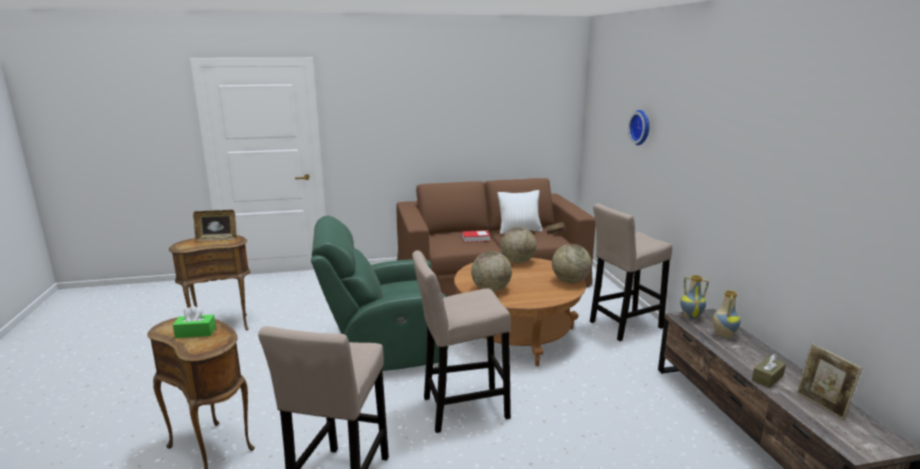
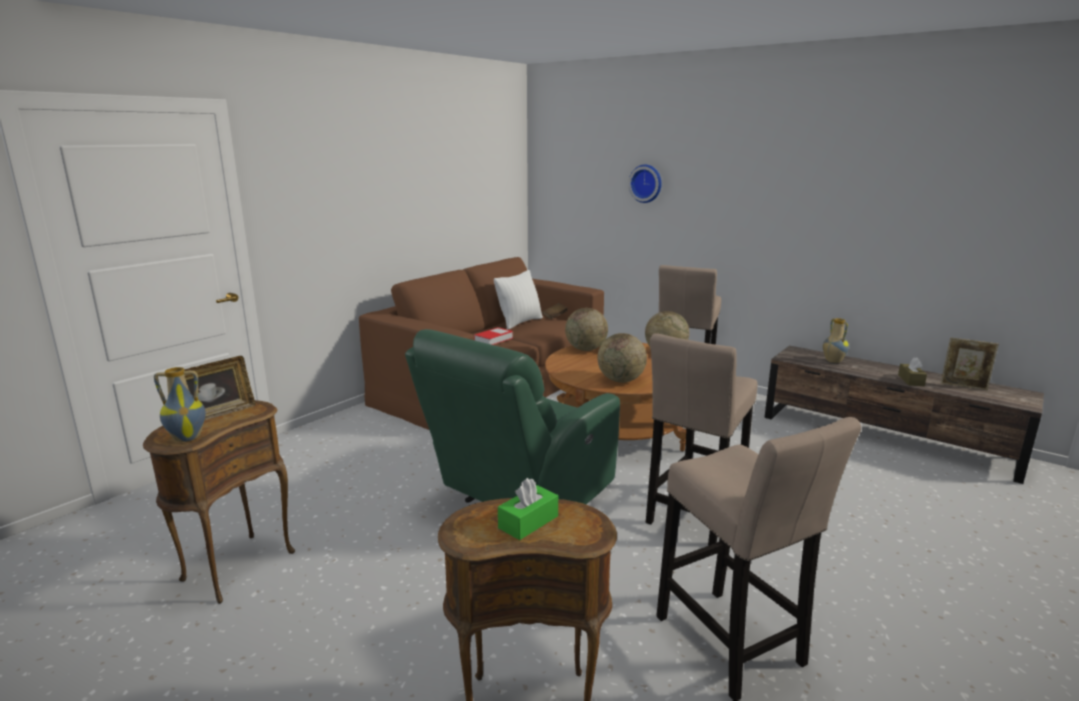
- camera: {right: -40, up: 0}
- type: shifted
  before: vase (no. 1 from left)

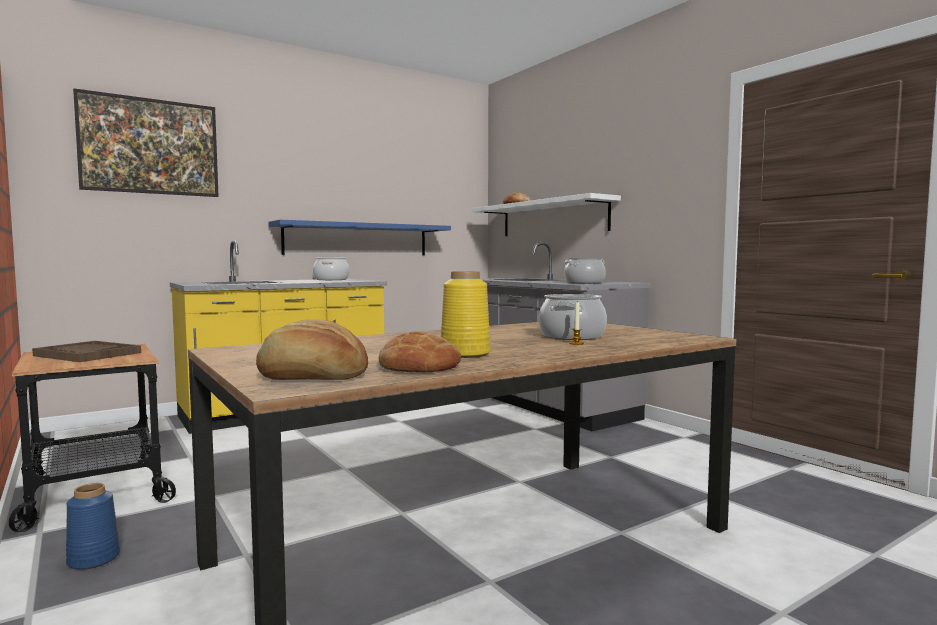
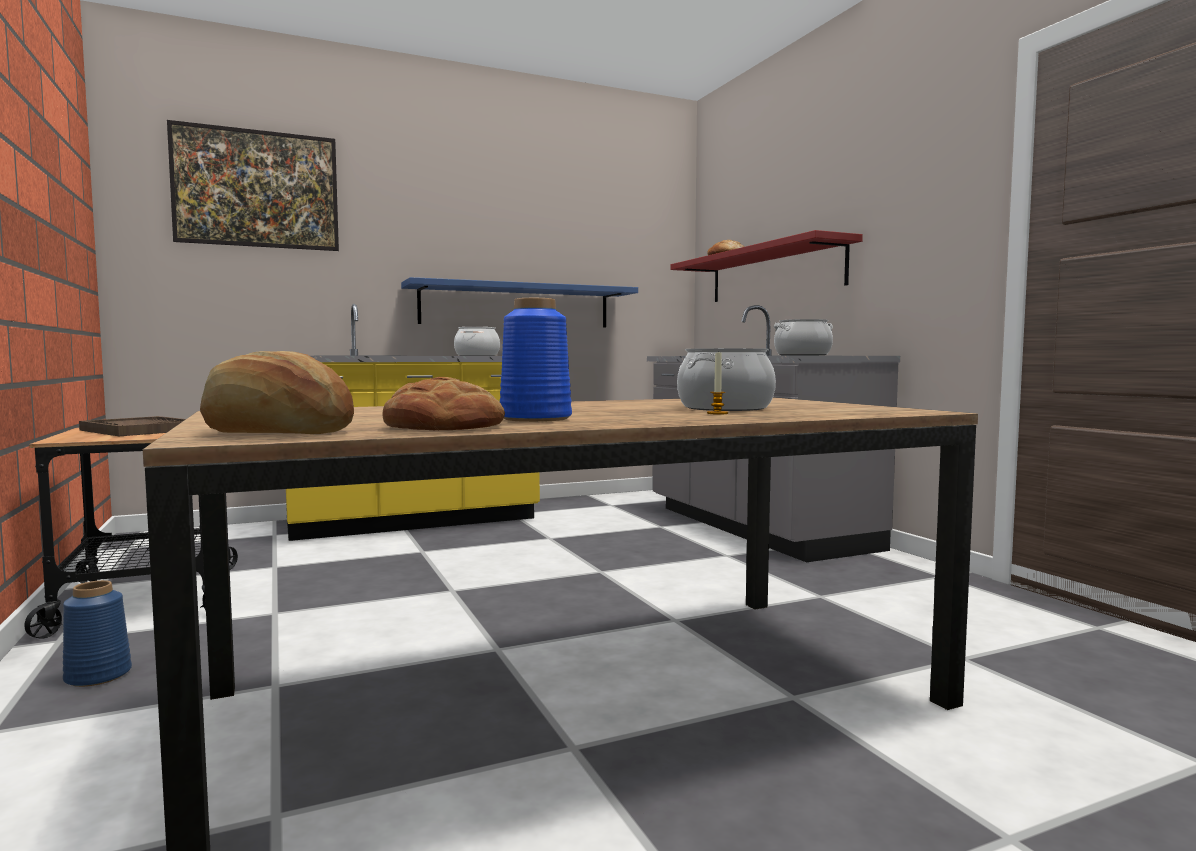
- camera: {right: 10, up: 0}
- type: repainted
  before: yellow vase
  after: blue vase (no. 2 from left)
- type: repainted
  before: white shelf
  after: red shelf

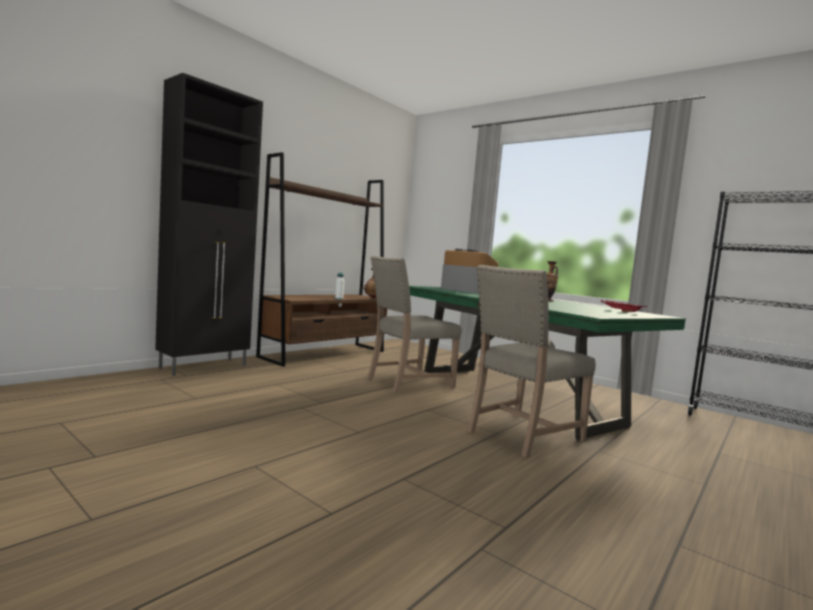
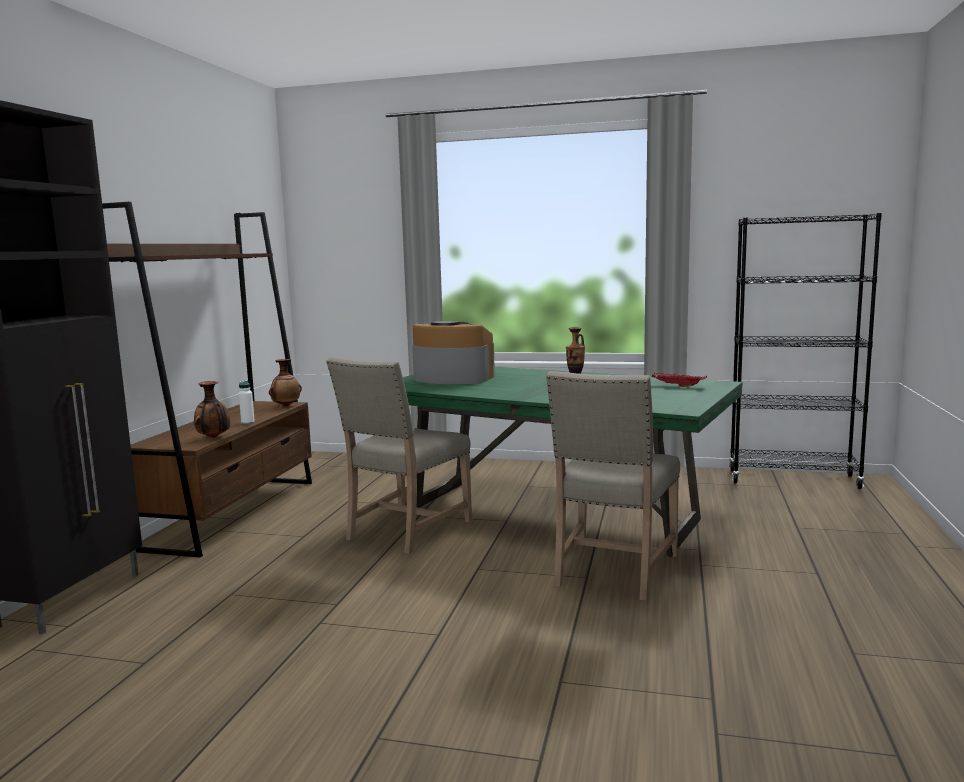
- camera: {right: -25, up: 5}
- type: new
  after: vase (no. 1 from left)

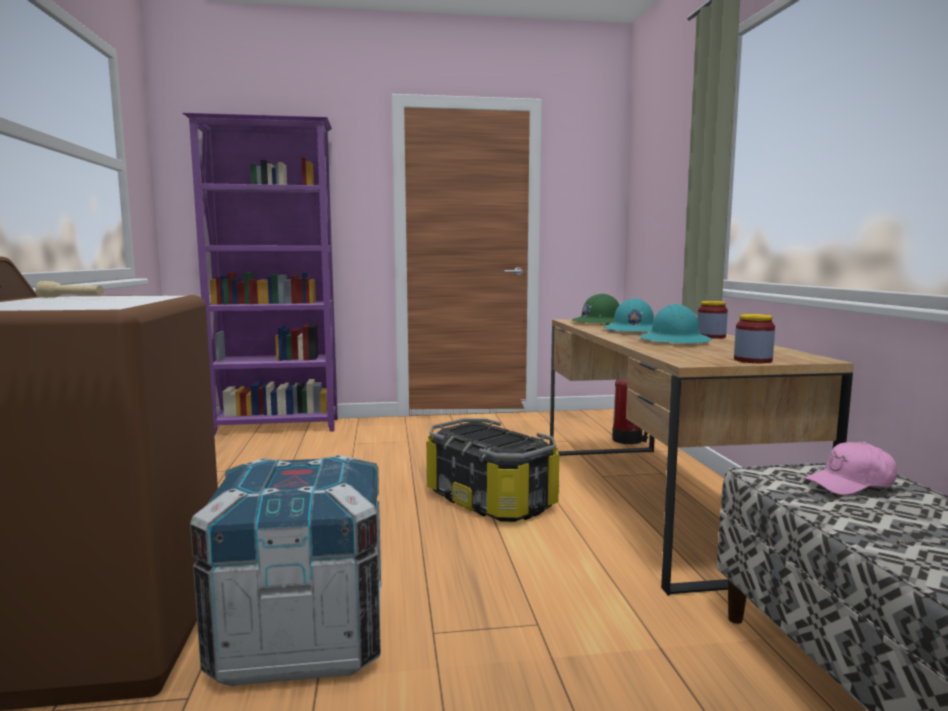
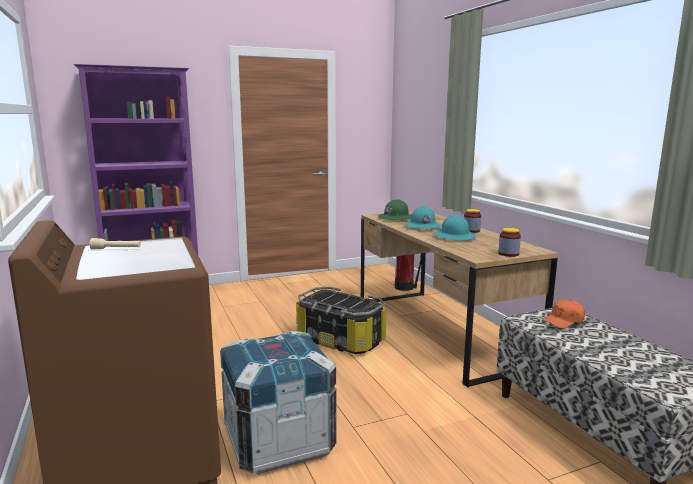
- camera: {right: -15, up: 5}
- type: repainted
  before: pink cap
  after: orange cap

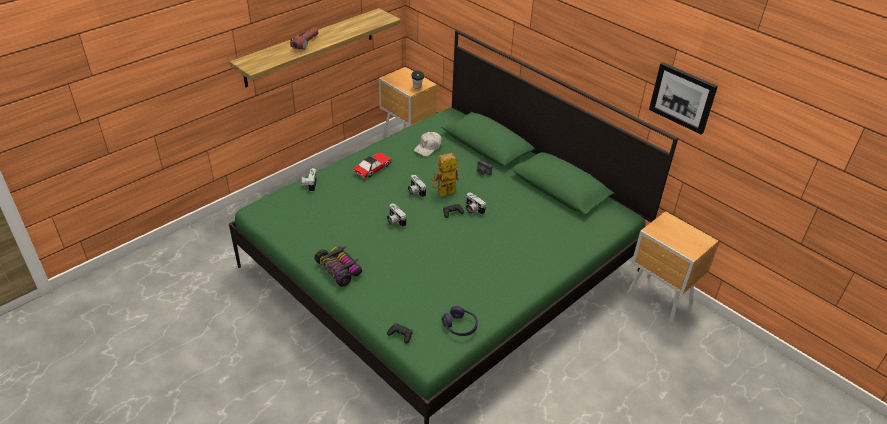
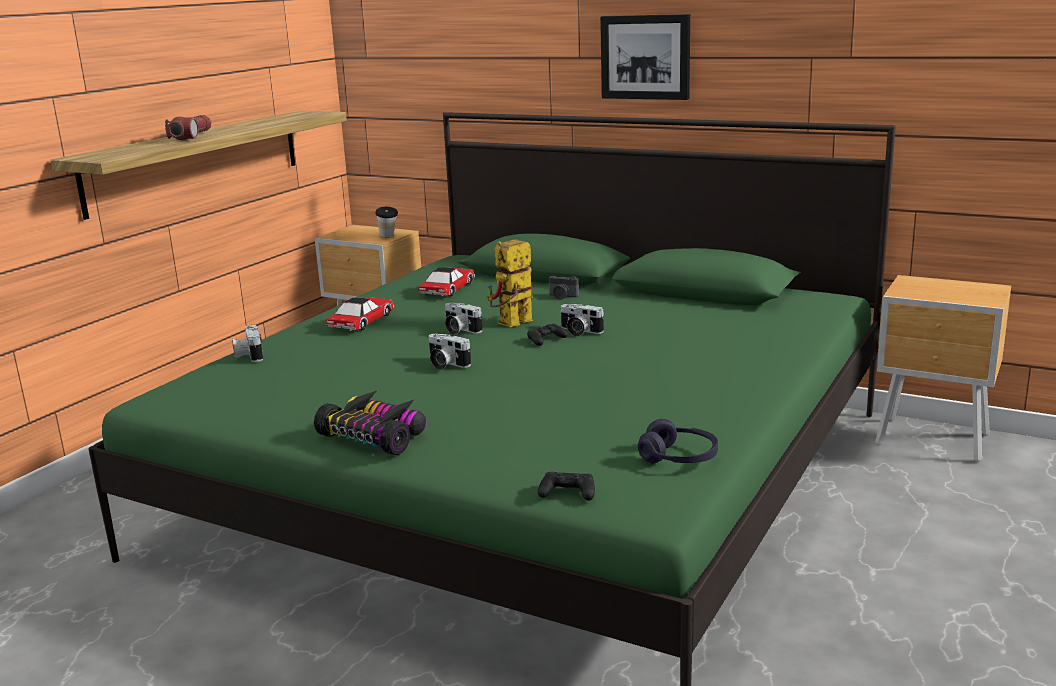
- camera: {right: -15, up: -20}
- type: shifted
  before: picture
- type: swapped
  before: white cap
  after: toy car (no. 3 from left)

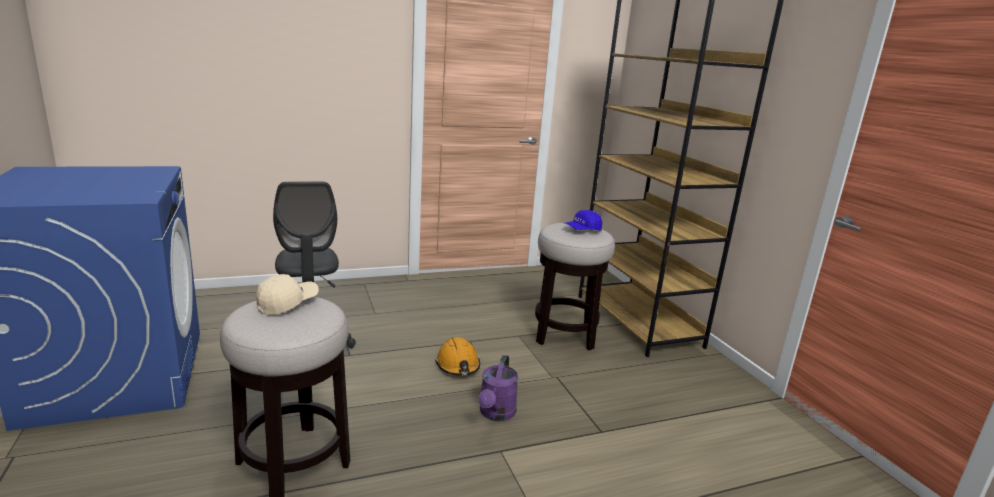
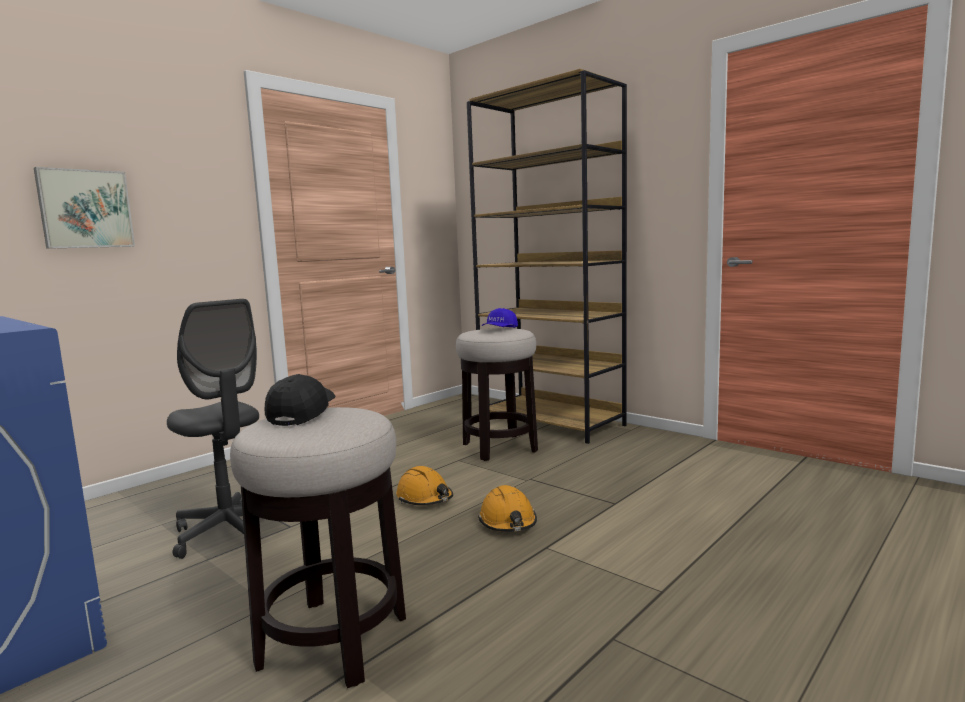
- camera: {right: -25, up: -10}
- type: new
  after: picture
- type: swapped
  before: purple watering can
  after: orange hard hat (no. 2 from left)
- type: repainted
  before: beige cap
  after: black cap

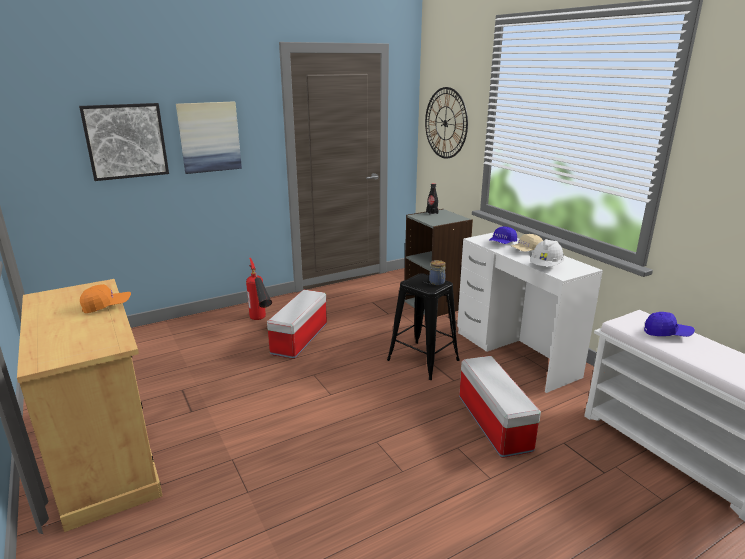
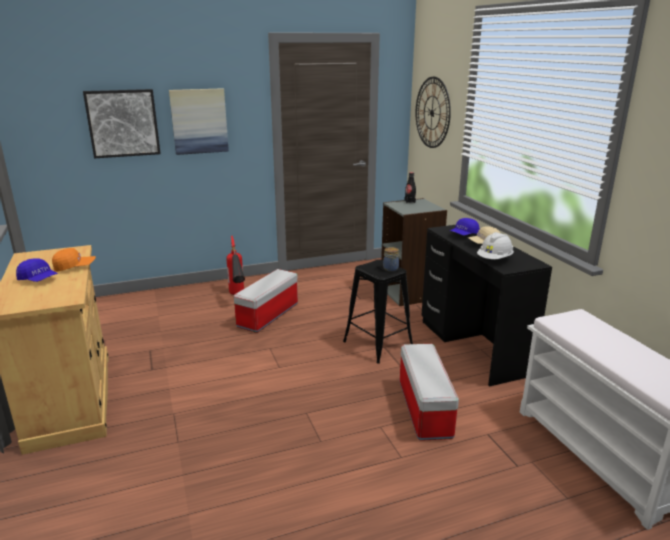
- camera: {right: 10, up: 0}
- type: shifted
  before: blue cap (no. 2 from left in the first image)
  after: blue cap (no. 1 from left)
- type: repainted
  before: white desk
  after: black desk

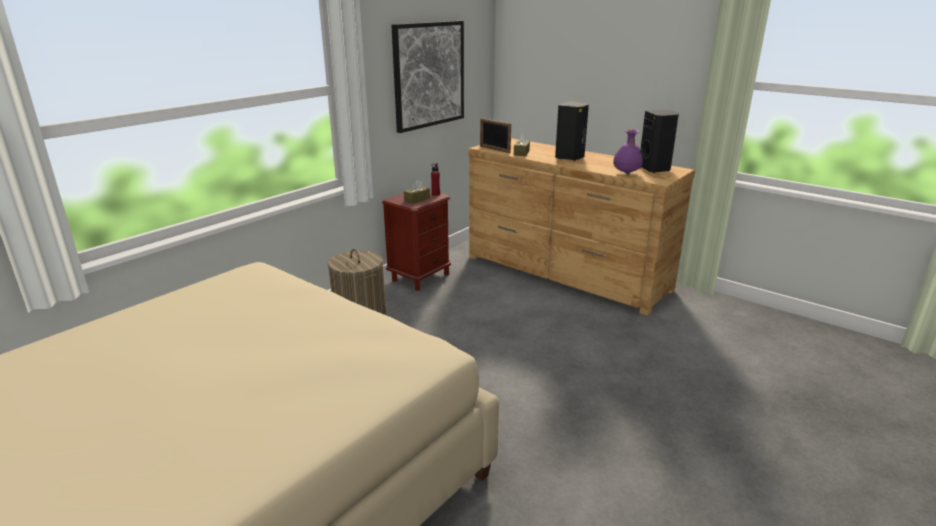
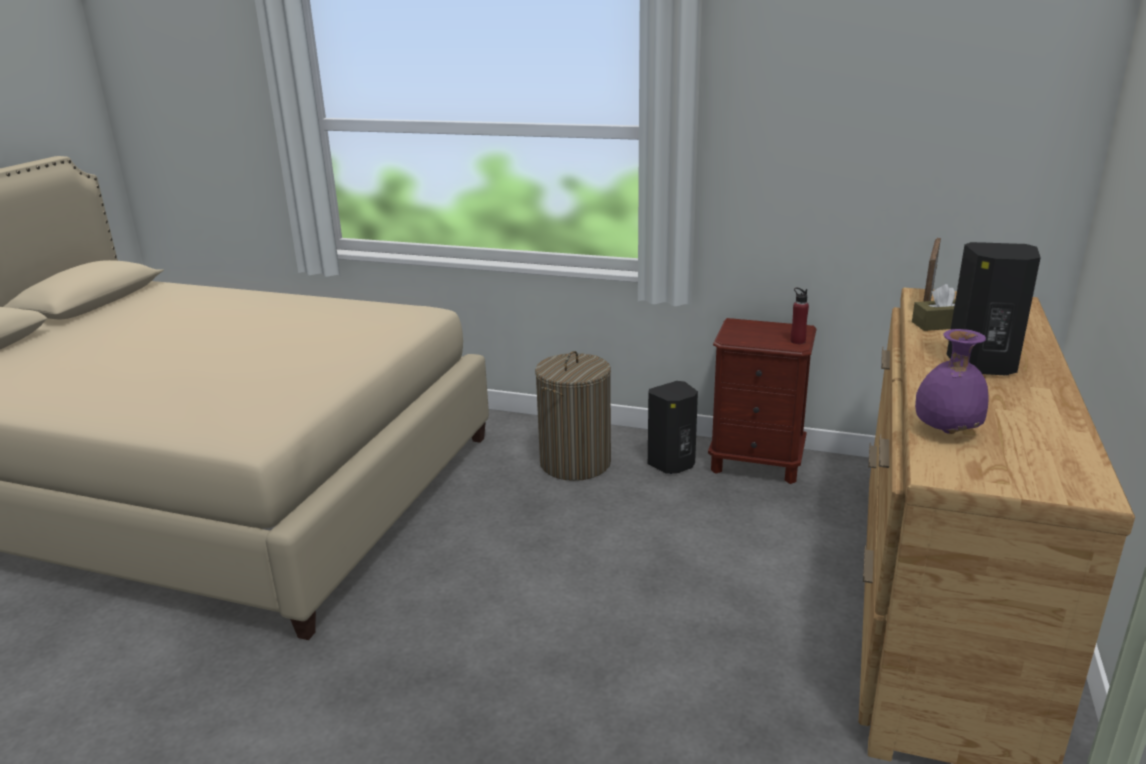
- camera: {right: 70, up: 0}
- type: gone
  before: picture
- type: gone
  before: brown tissue box (no. 1 from left)
- type: shifted
  before: black speaker (no. 2 from left in the first image)
  after: black speaker (no. 1 from left)

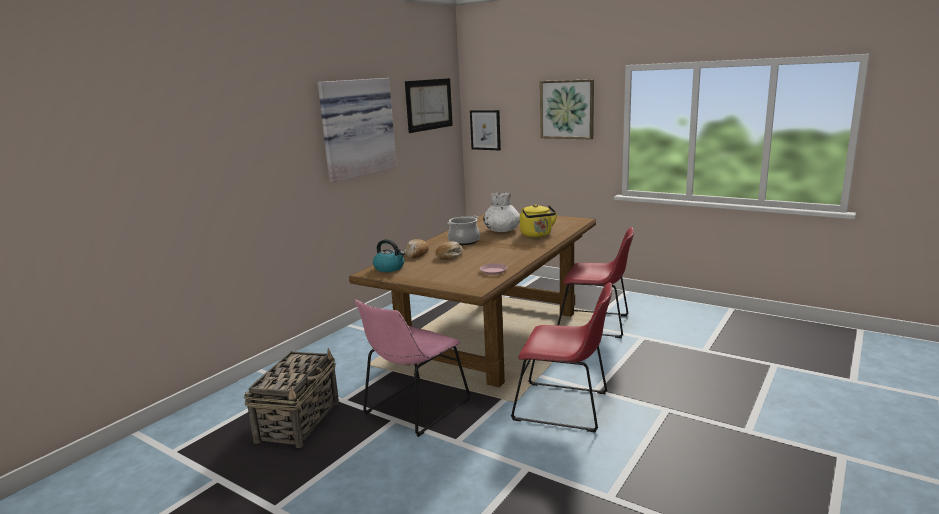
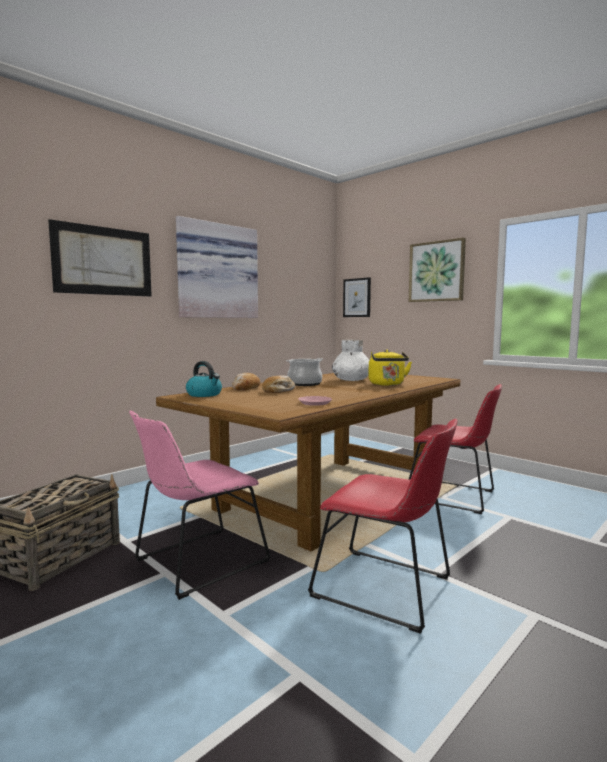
- camera: {right: 10, up: -10}
- type: shifted
  before: picture (no. 2 from left in the first image)
  after: picture (no. 1 from left)

